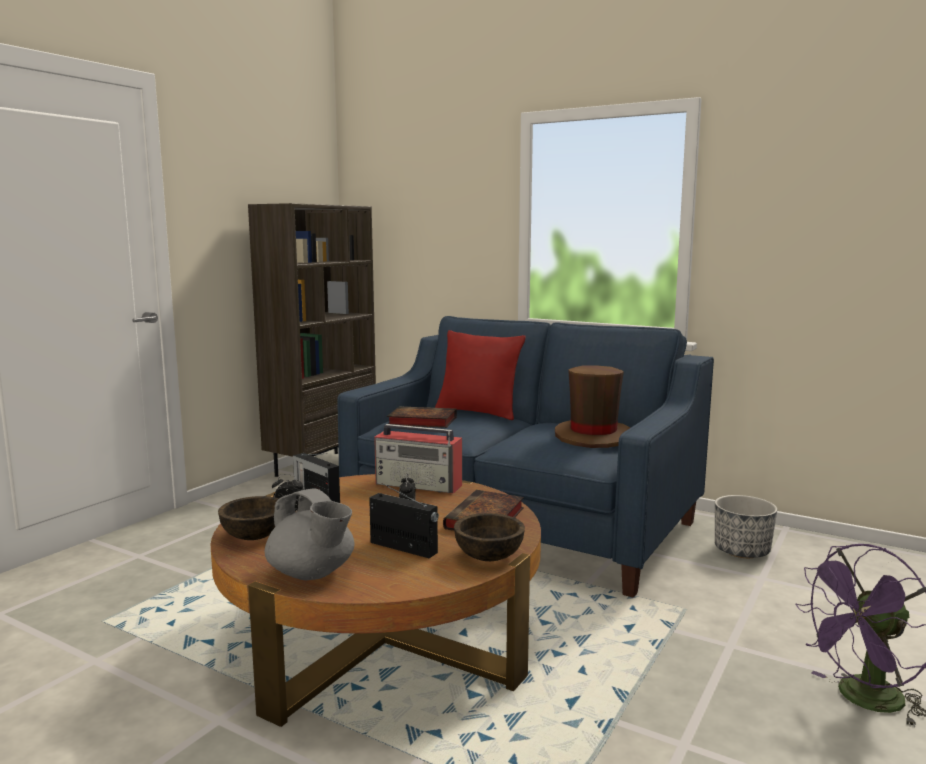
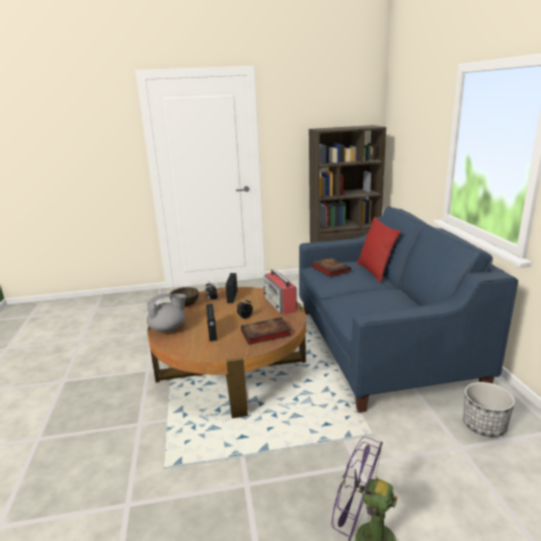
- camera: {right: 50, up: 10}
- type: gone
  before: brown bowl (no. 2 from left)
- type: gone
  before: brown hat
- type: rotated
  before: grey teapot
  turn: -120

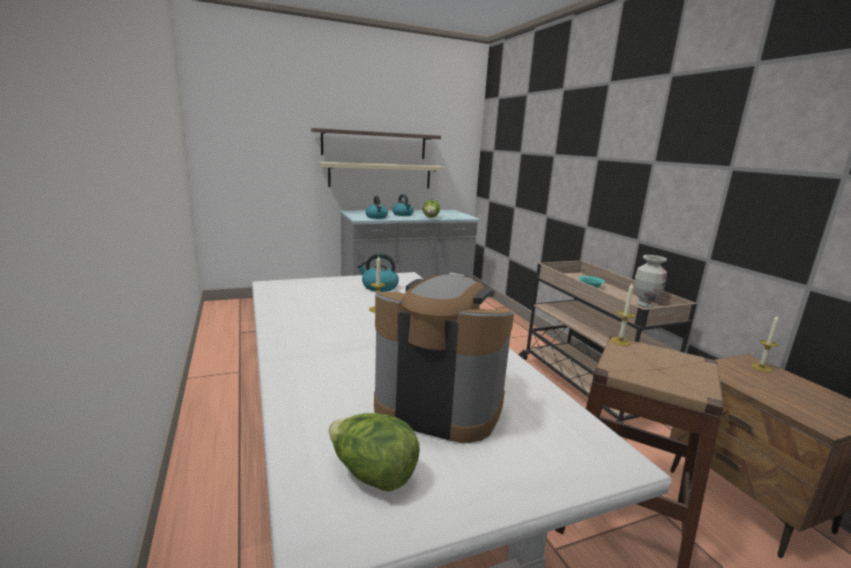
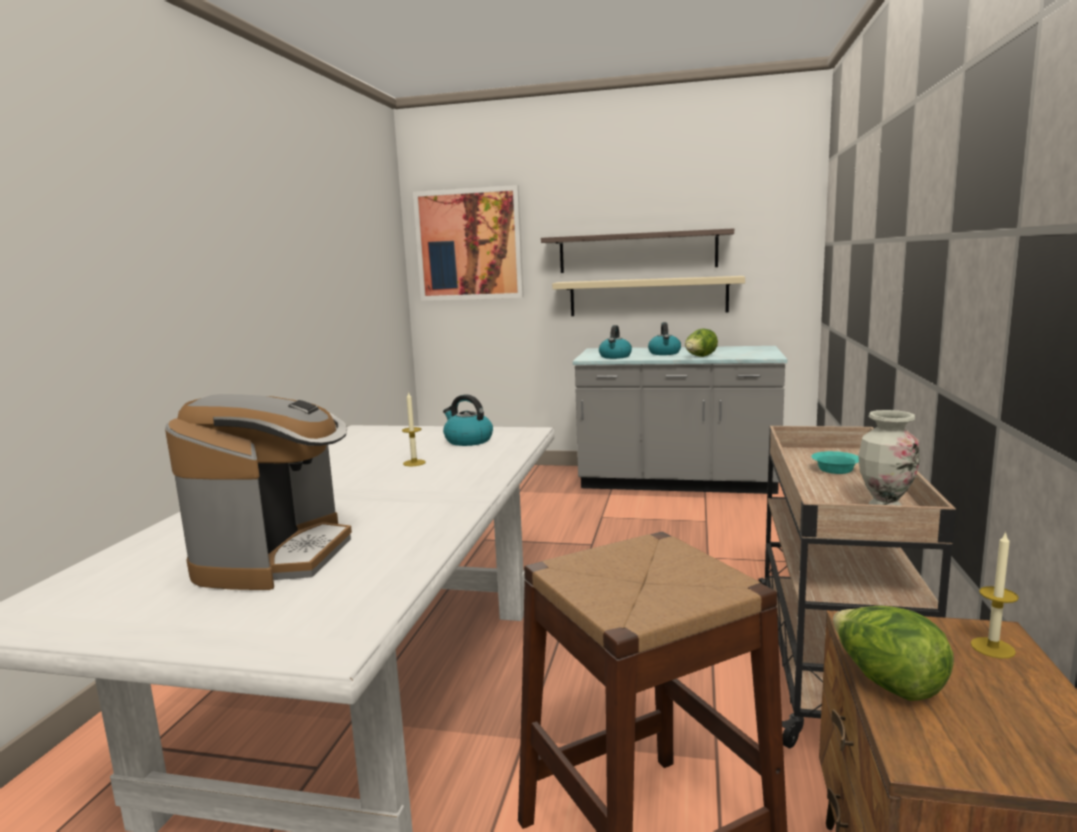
- camera: {right: 35, up: -5}
- type: gone
  before: candle (no. 2 from left)
- type: new
  after: picture
- type: shifted
  before: lettuce (no. 1 from left in the first image)
  after: lettuce (no. 2 from left)
- type: rotated
  before: coffee machine
  turn: 45

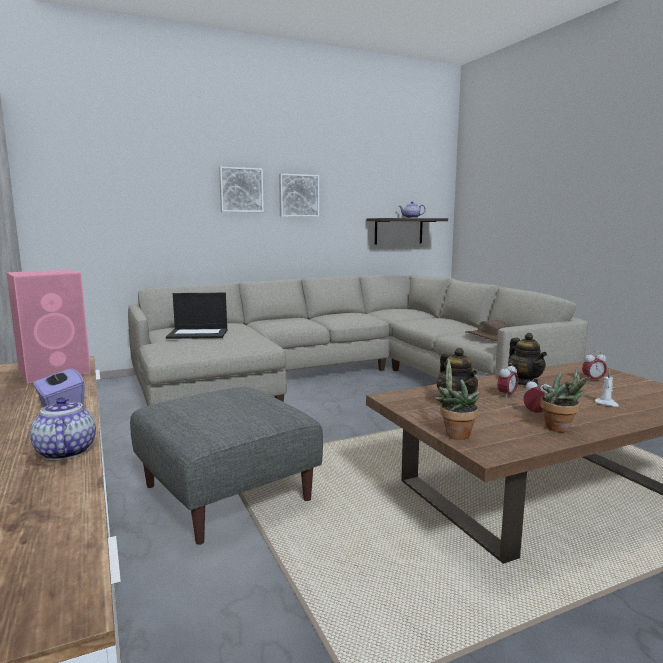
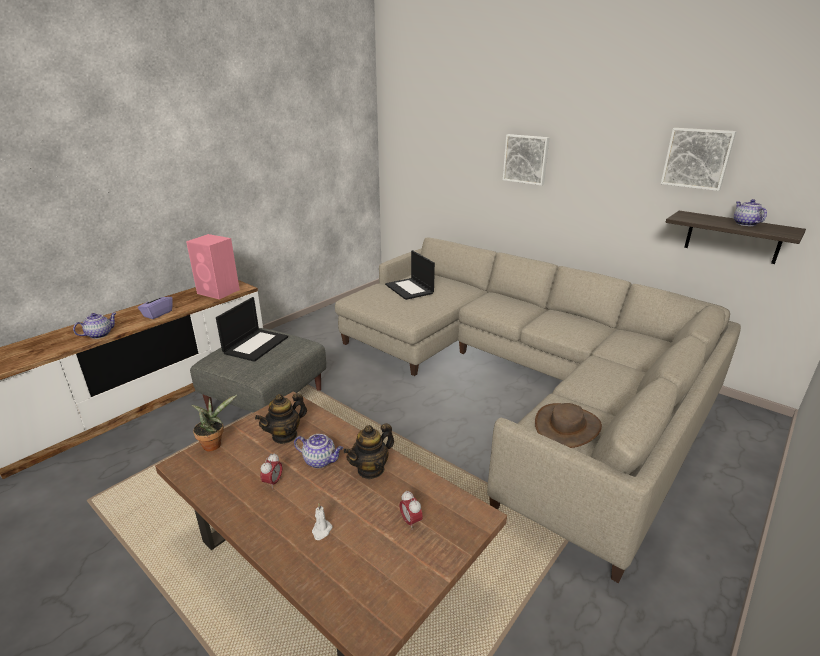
- camera: {right: 65, up: 15}
- type: gone
  before: potted plant (no. 2 from left)
- type: new
  after: laptop (no. 1 from left)
- type: shifted
  before: picture (no. 2 from left)
- type: swapped
  before: alarm clock (no. 1 from left)
  after: teapot (no. 3 from left)

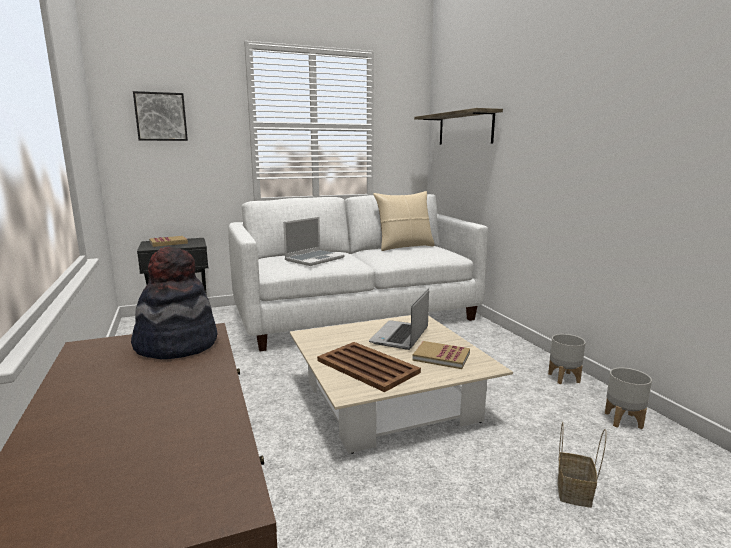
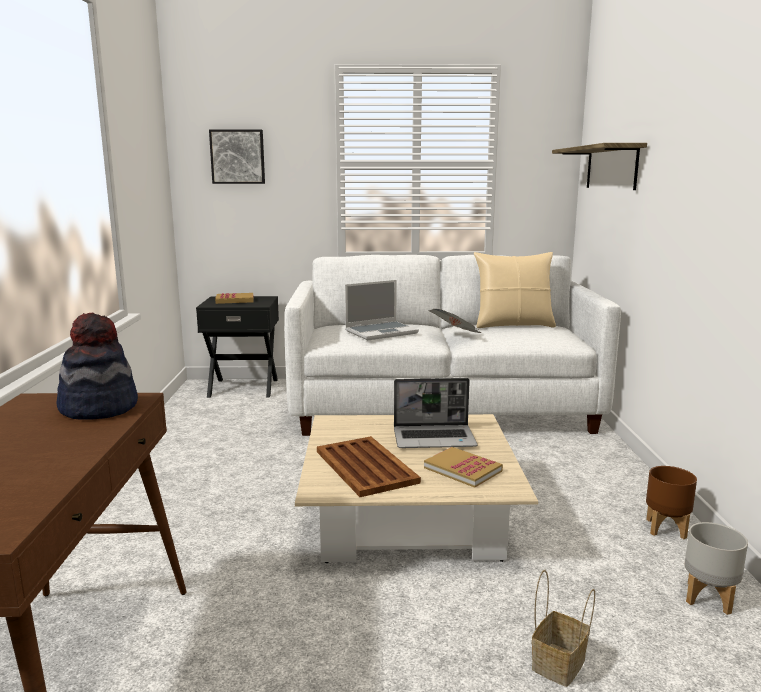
- camera: {right: 20, up: 0}
- type: new
  after: newspaper
- type: repainted
  before: grey planter (no. 1 from left)
  after: brown planter
- type: rotated
  before: laptop (no. 2 from left)
  turn: -135

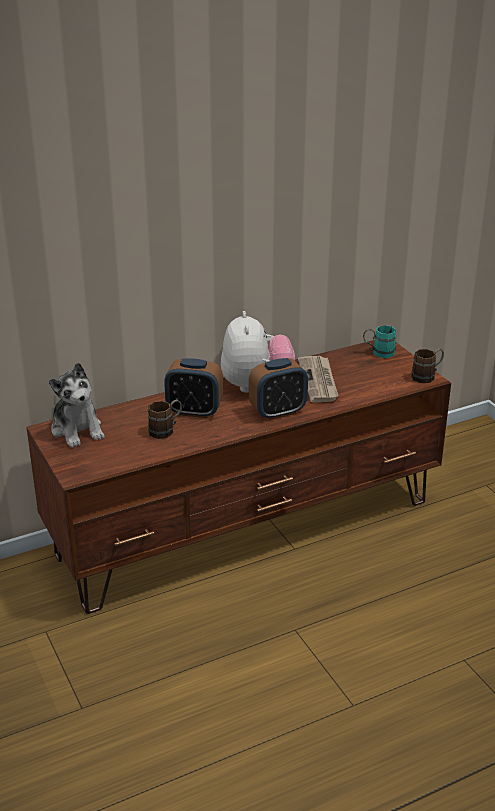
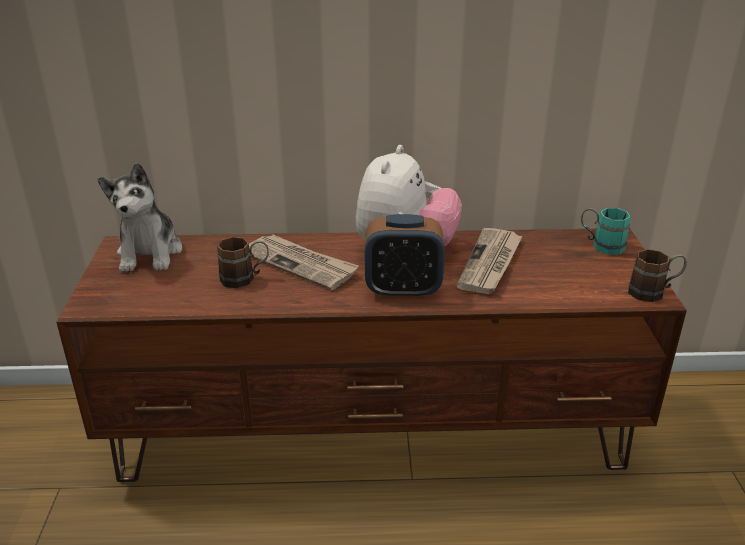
- camera: {right: 25, up: 0}
- type: swapped
  before: alarm clock (no. 1 from left)
  after: newspaper (no. 1 from left)

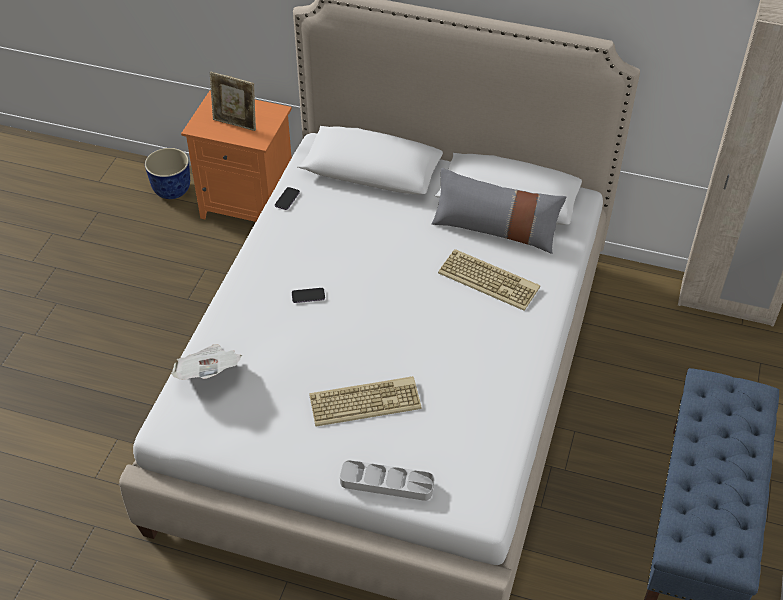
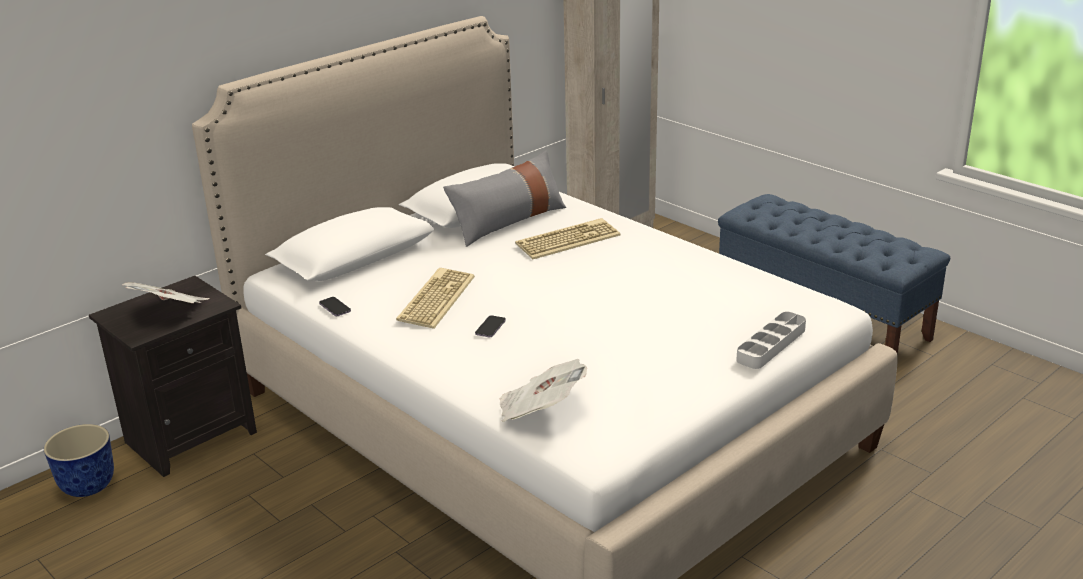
- camera: {right: -60, up: -20}
- type: shifted
  before: keyboard (no. 1 from left)
- type: swapped
  before: picture frame
  after: newspaper (no. 1 from left)
- type: repainted
  before: orange nightstand
  after: black nightstand

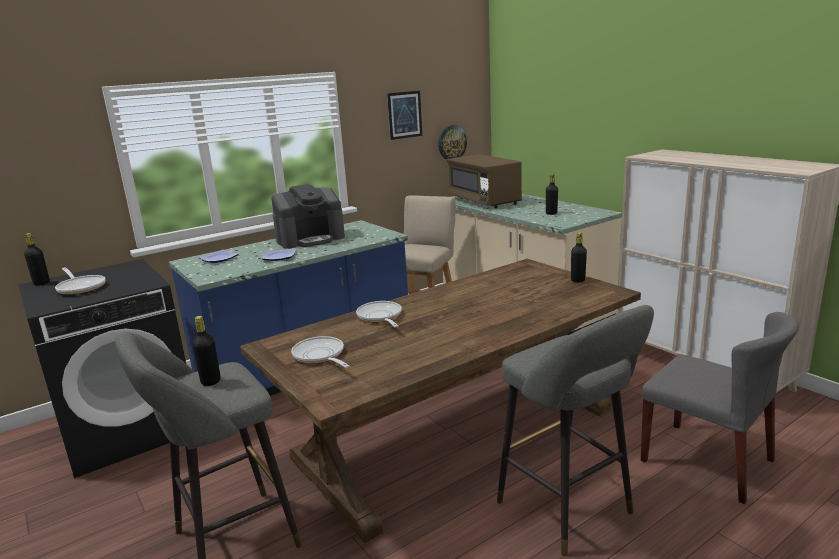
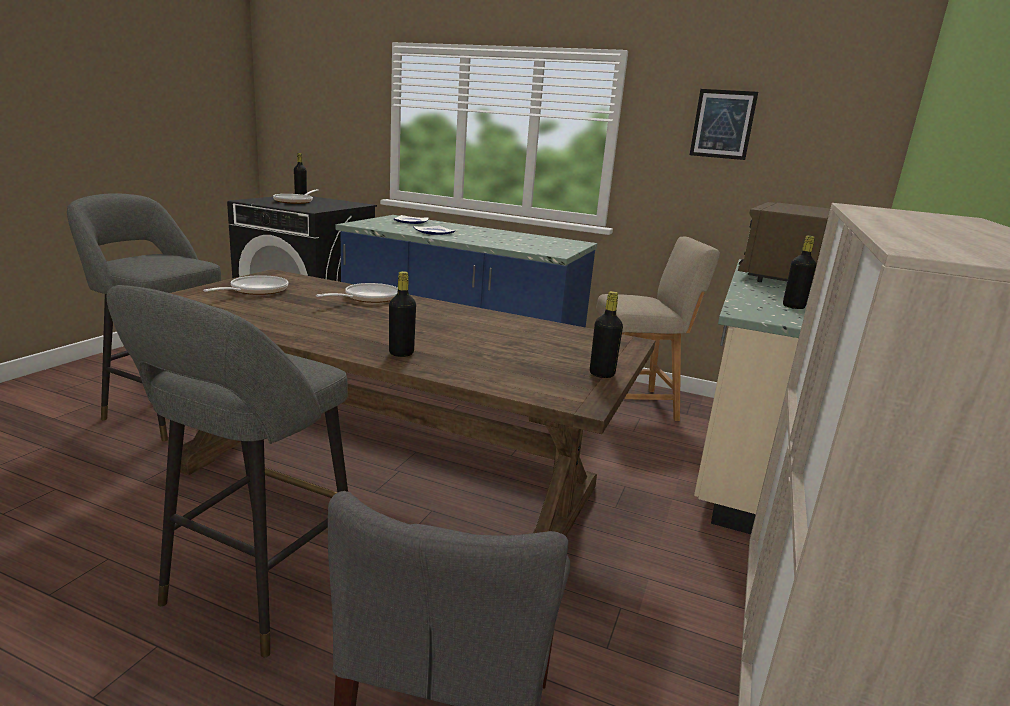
- camera: {right: 55, up: 0}
- type: gone
  before: coffee machine
- type: gone
  before: wall clock
- type: shifted
  before: black bottle (no. 2 from left)

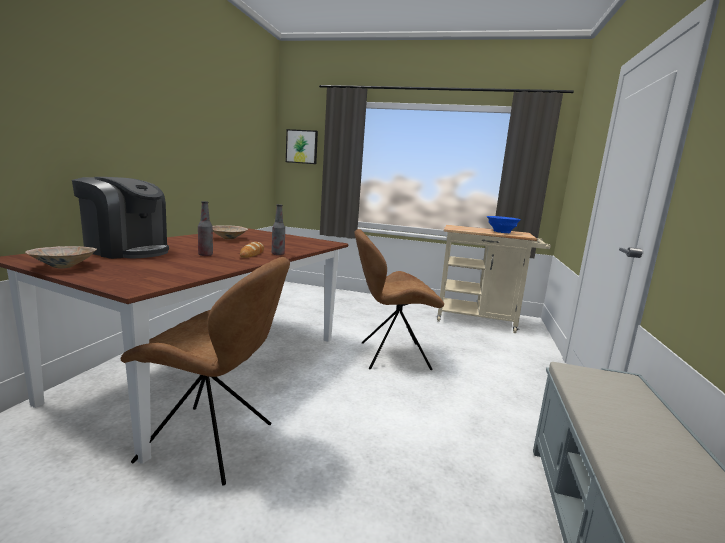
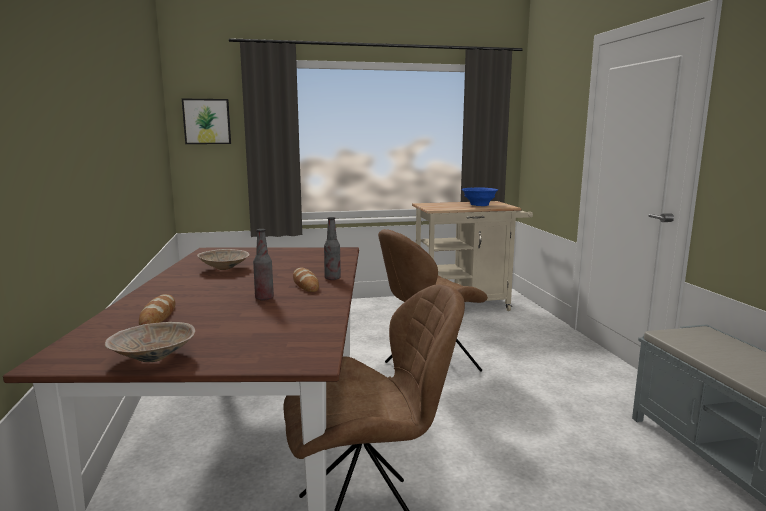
- camera: {right: -25, up: 0}
- type: swapped
  before: coffee machine
  after: bread (no. 1 from left)

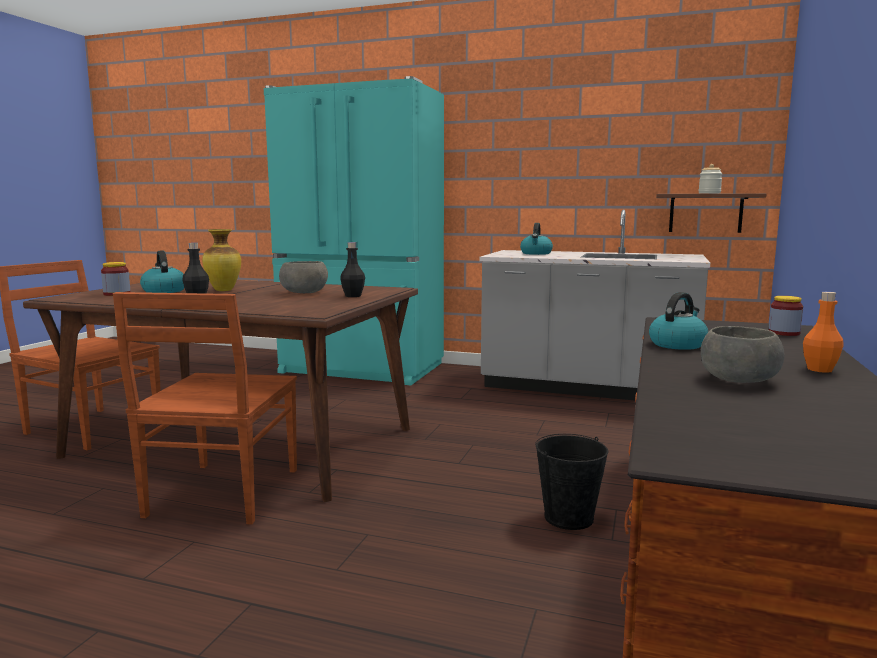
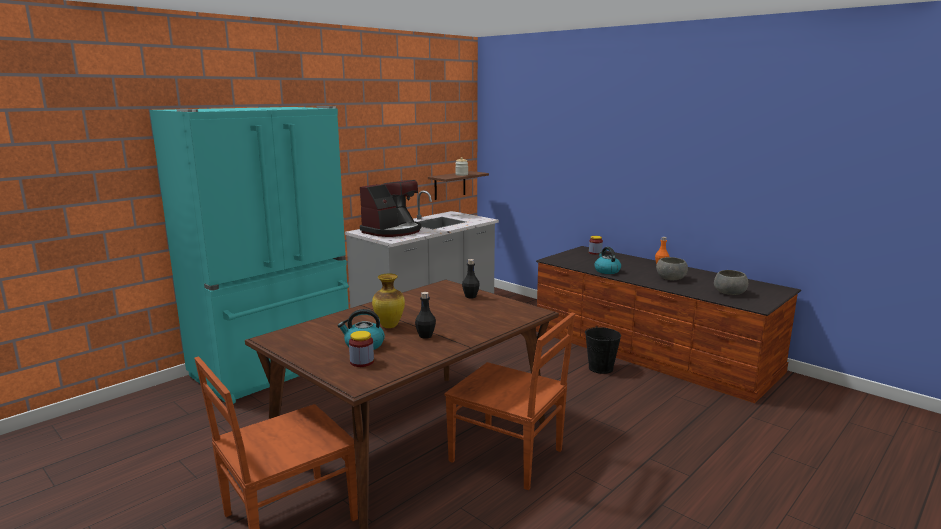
- camera: {right: -65, up: 5}
- type: shifted
  before: grey bowl (no. 1 from left in the first image)
  after: grey bowl (no. 2 from left)
- type: swapped
  before: kettle (no. 2 from left)
  after: coffee machine

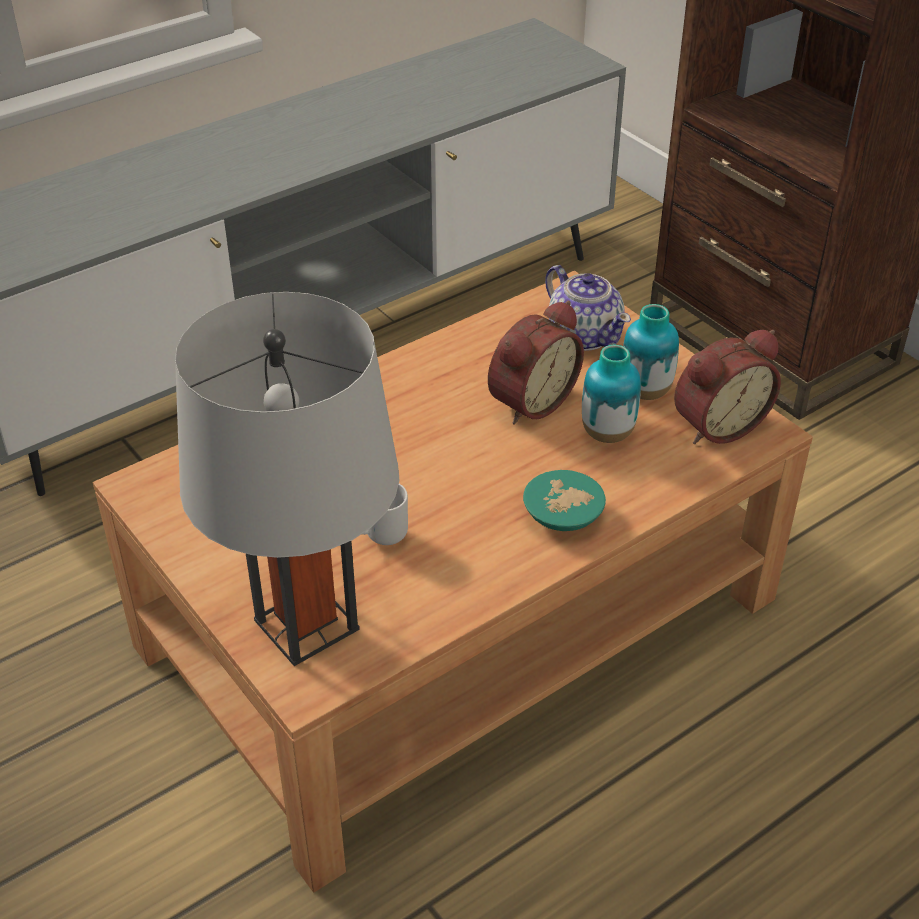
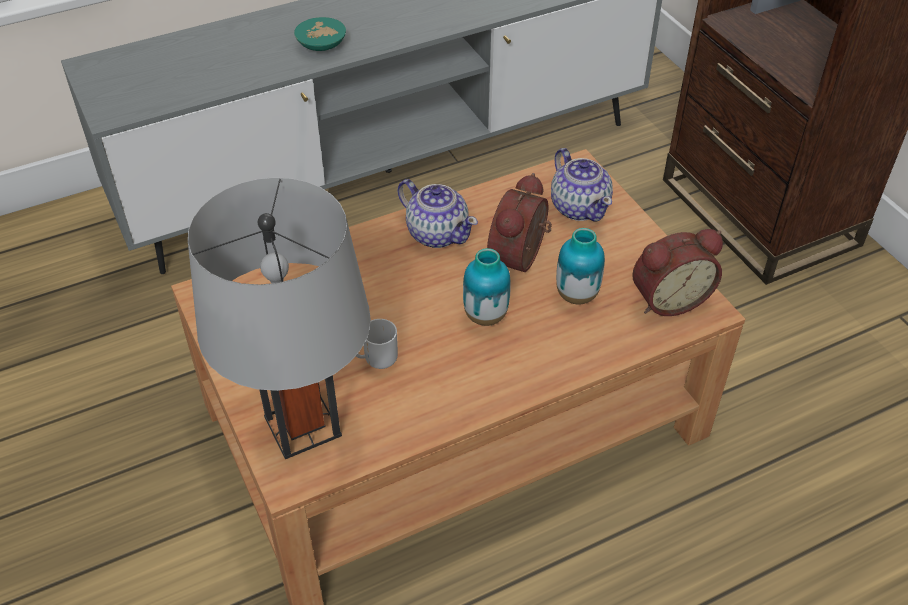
- camera: {right: 10, up: 5}
- type: new
  after: teapot (no. 1 from left)
- type: shifted
  before: turquoise bowl
- type: shifted
  before: vase (no. 2 from left in the first image)
  after: vase (no. 1 from left)
- type: rotated
  before: alarm clock (no. 1 from left)
  turn: 150

